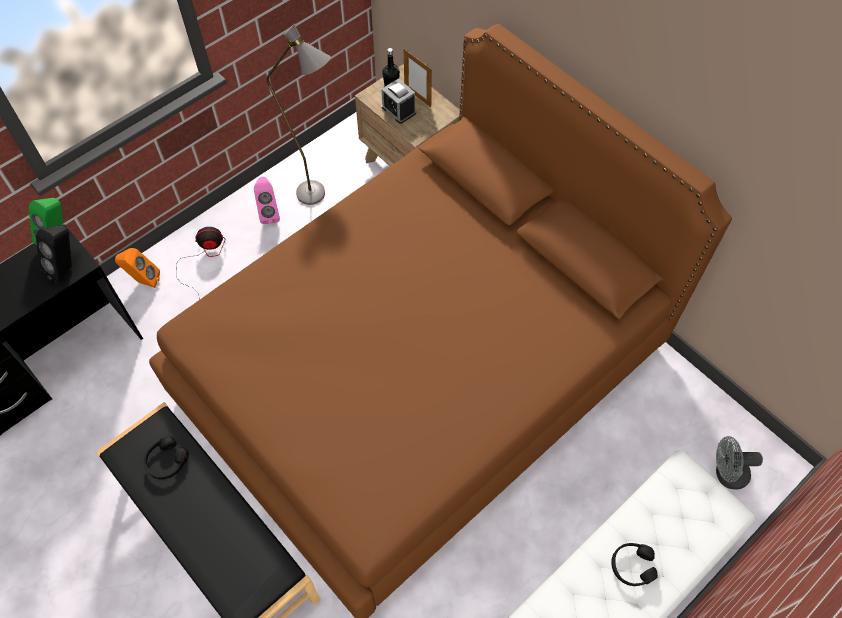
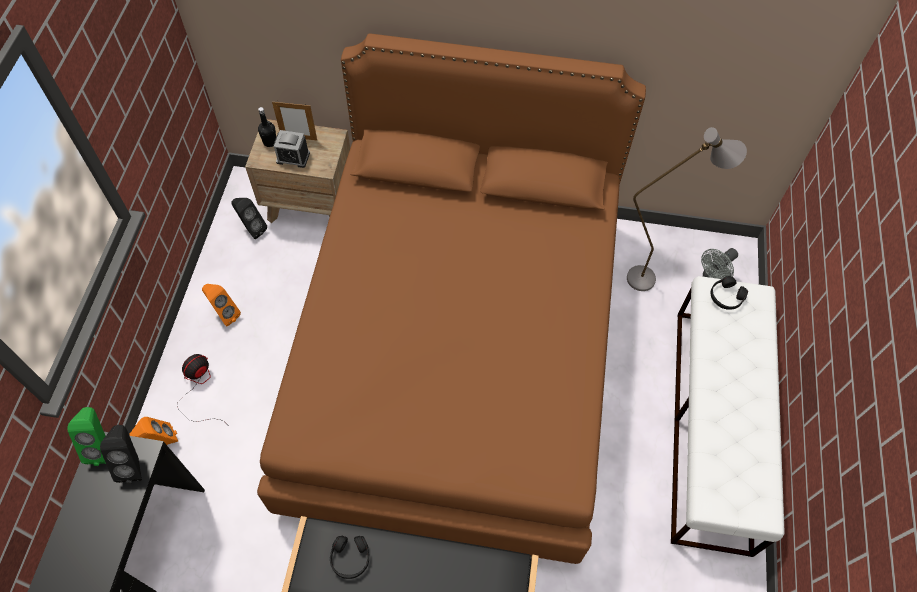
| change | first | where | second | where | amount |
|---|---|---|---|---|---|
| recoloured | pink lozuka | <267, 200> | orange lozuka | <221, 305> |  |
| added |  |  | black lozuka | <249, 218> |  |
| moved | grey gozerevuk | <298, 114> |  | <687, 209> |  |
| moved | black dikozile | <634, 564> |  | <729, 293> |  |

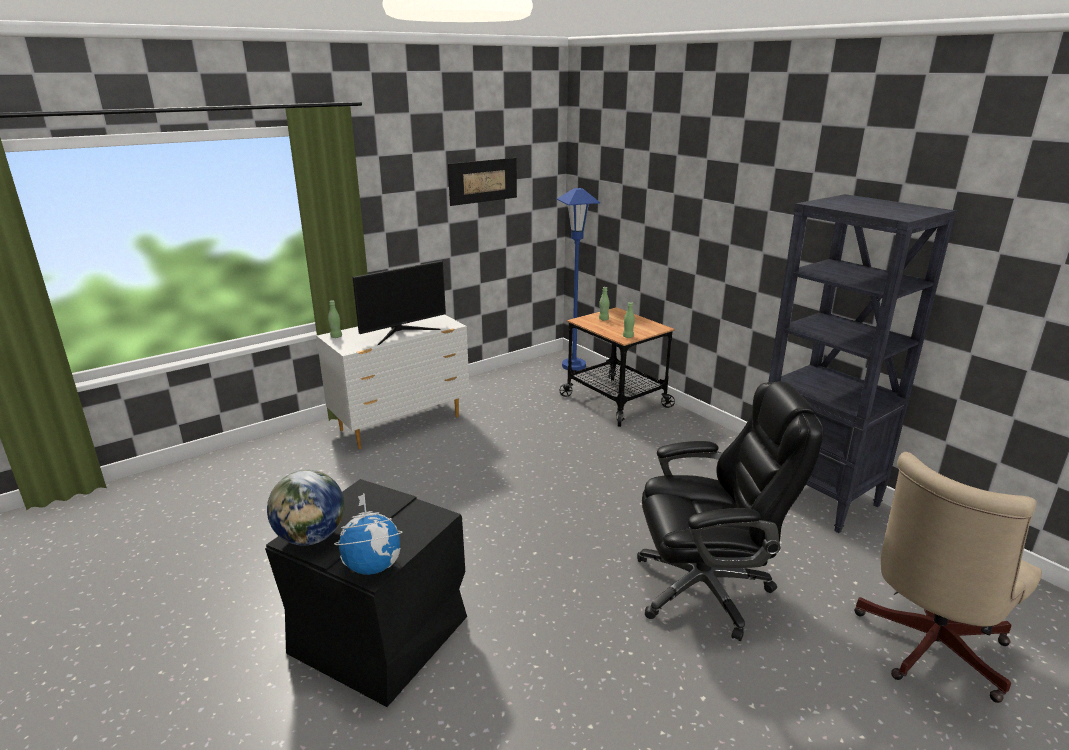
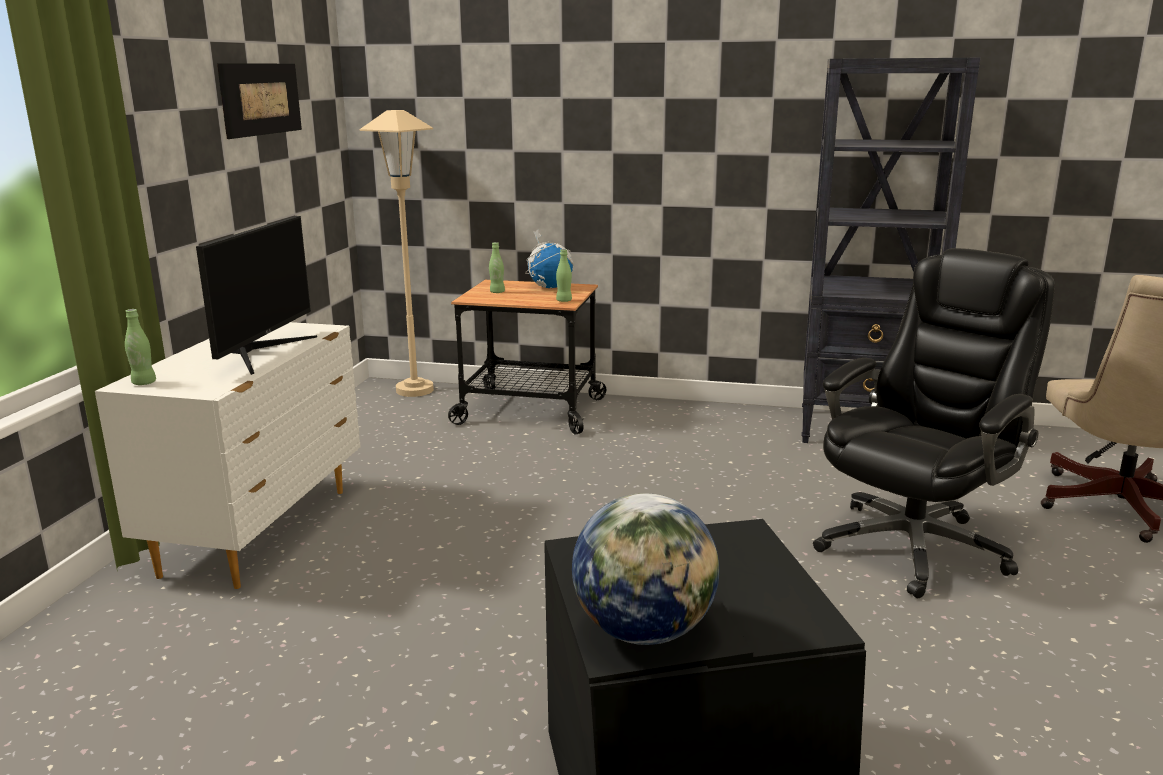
| change | first | where | second | where | amount |
|---|---|---|---|---|---|
| recoloured | blue gozerevuk | <578, 279> | beige gozerevuk | <397, 253> |  |
| moved | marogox | <368, 534> |  | <549, 259> |  |

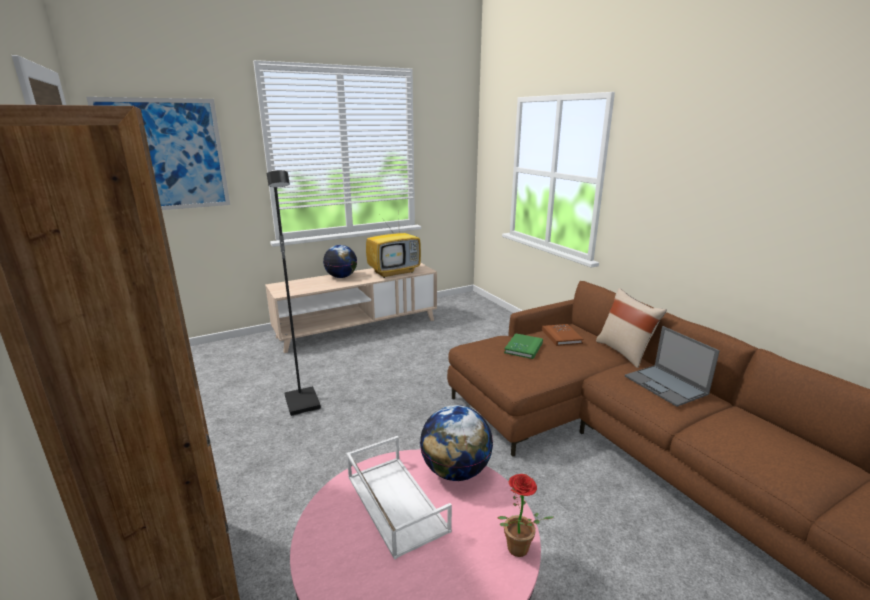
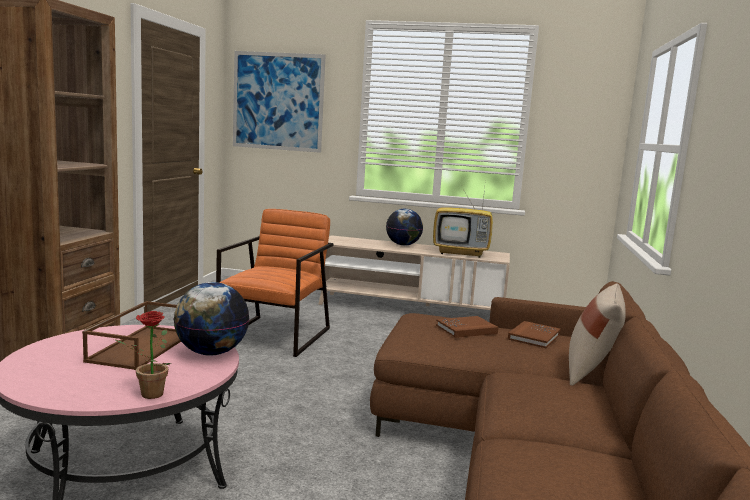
| change | first | where | second | where | amount |
|---|---|---|---|---|---|
| recoloured | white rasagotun | <399, 498> | brown rasagotun | <131, 335> |  |
| replaced | black gozerevuk | <294, 293> | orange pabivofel | <274, 283> |  |
| recoloured | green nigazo | <523, 346> | brown nigazo | <467, 327> |  |
| removed | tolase | <672, 366> |  |  |  |

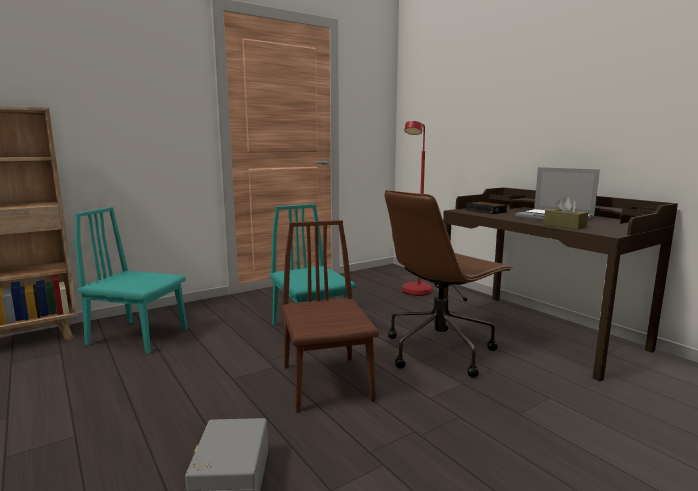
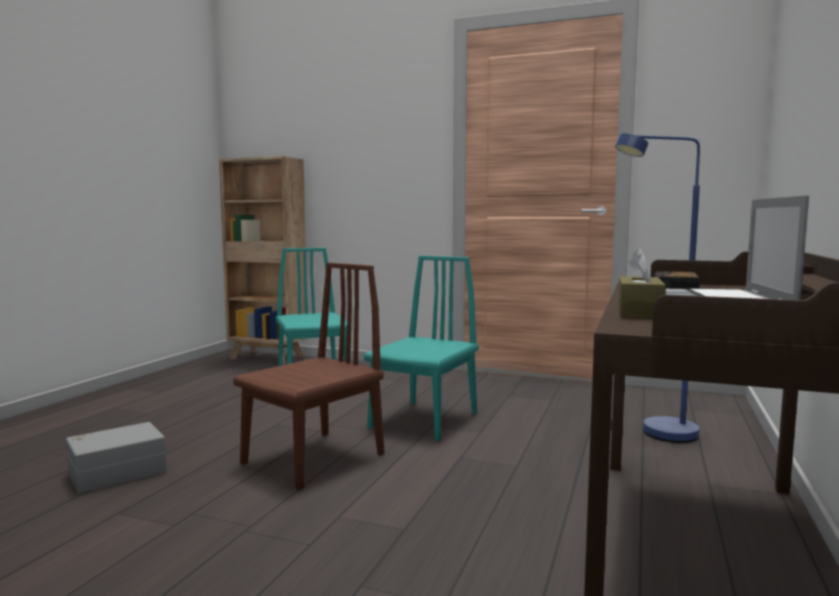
| change | first | where | second | where | amount |
|---|---|---|---|---|---|
| recoloured | red gozerevuk | <417, 208> | blue gozerevuk | <657, 288> |  |
| removed | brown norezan | <449, 284> |  |  |  |

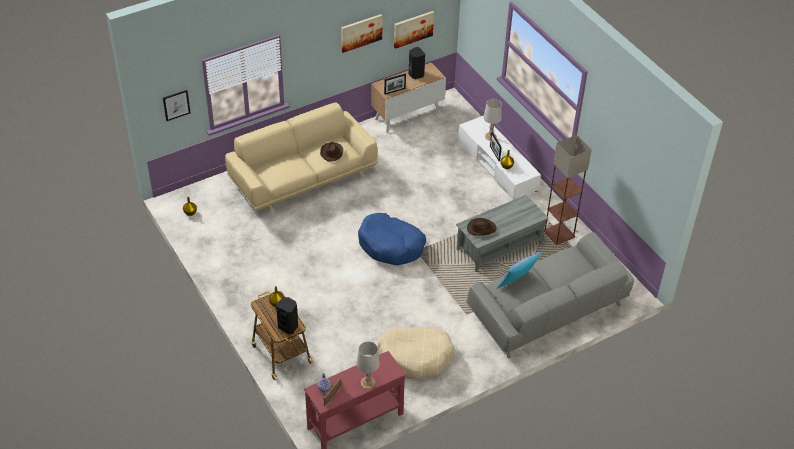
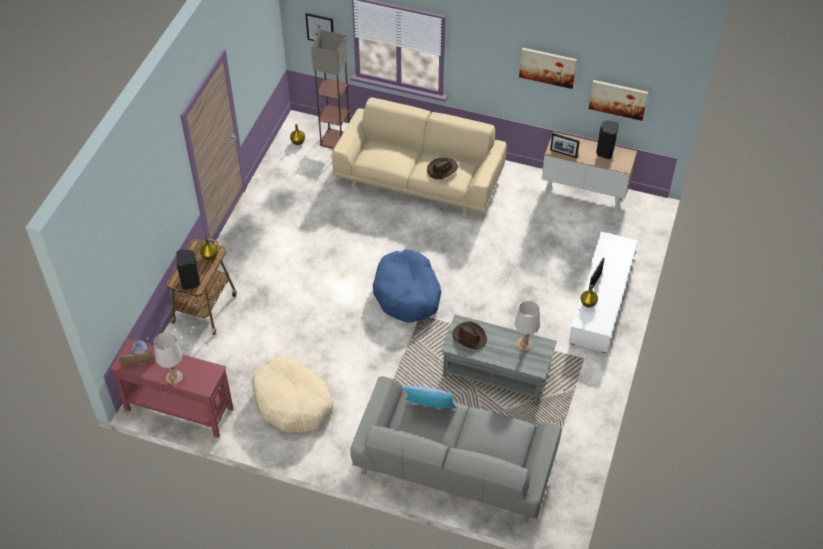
| change | first | where | second | where | amount |
|---|---|---|---|---|---|
| moved | gozerevuk | <568, 190> |  | <330, 89> |  |
| moved | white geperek | <493, 119> |  | <527, 326> |  |

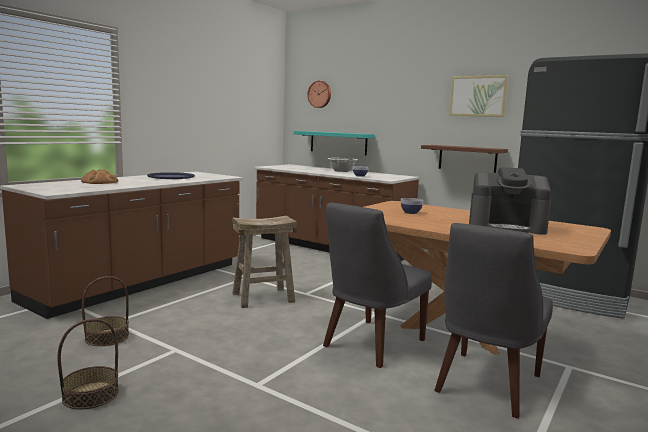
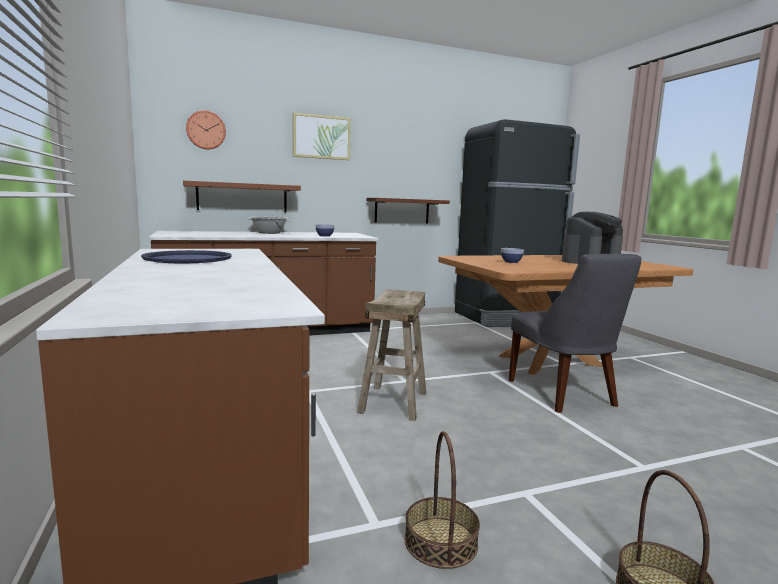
| change | first | where | second | where | amount |
|---|---|---|---|---|---|
| recoloured | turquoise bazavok | <334, 143> | brown bazavok | <242, 196> |  |
| moved | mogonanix | <478, 96> |  | <322, 136> |  |
| removed | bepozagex | <99, 176> |  |  |  |
| removed | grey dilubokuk | <493, 321> |  |  |  |

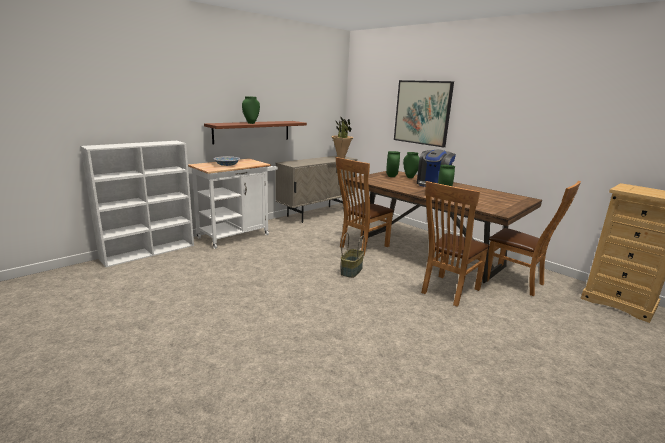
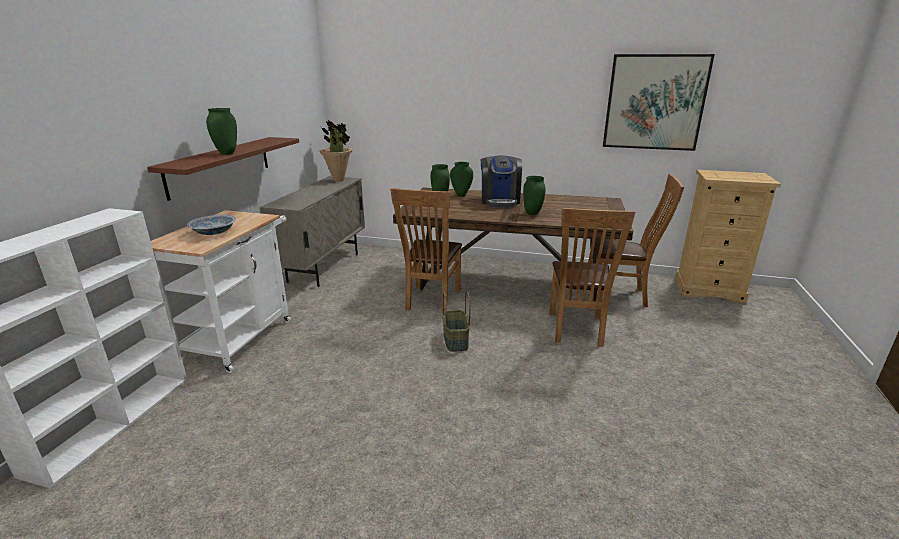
| change | first | where | second | where | amount |
|---|---|---|---|---|---|
| moved | mogonanix | <424, 113> |  | <659, 102> |  |

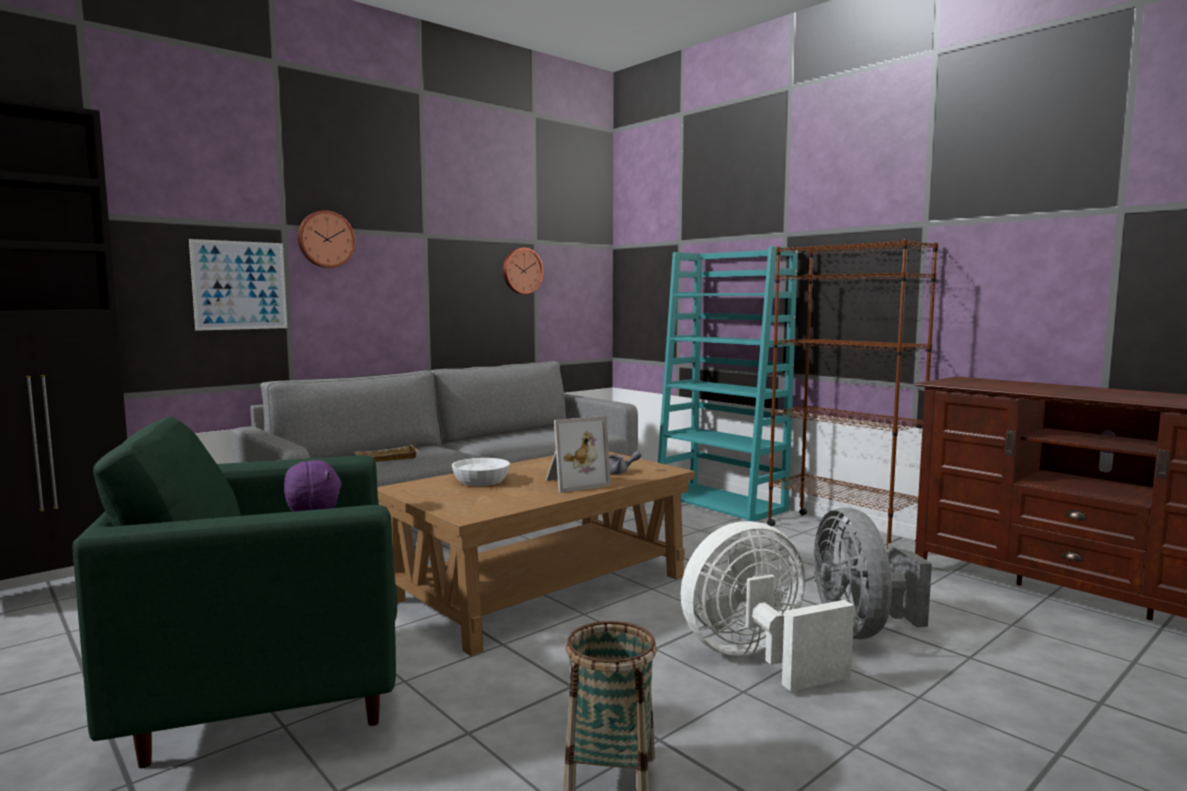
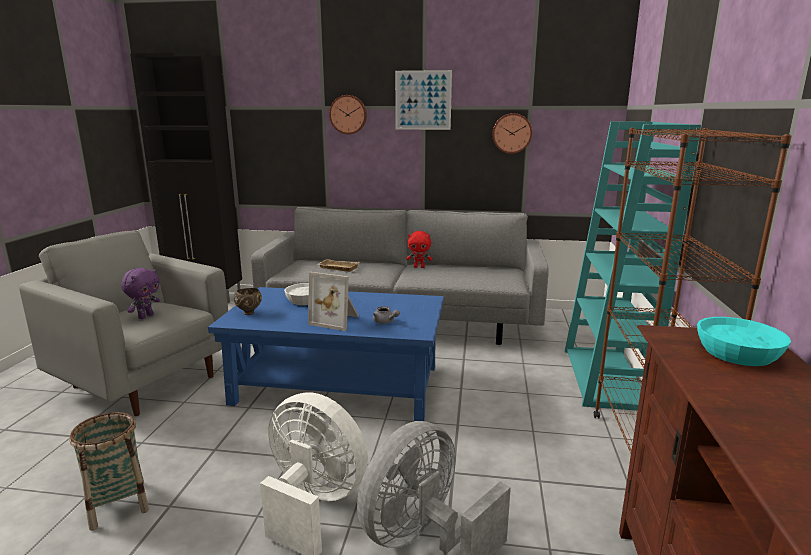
| change | first | where | second | where | amount |
|---|---|---|---|---|---|
| recoloured | green pabivofel | <235, 592> | grey pabivofel | <123, 323> |  |
| recoloured | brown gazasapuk | <536, 554> | blue gazasapuk | <326, 354> |  |
| added |  |  | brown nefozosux | <248, 301> |  |
| moved | mogonanix | <238, 285> |  | <423, 100> |  |
| added |  |  | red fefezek | <419, 249> |  |
| added |  |  | turquoise nefozosux | <744, 341> |  |

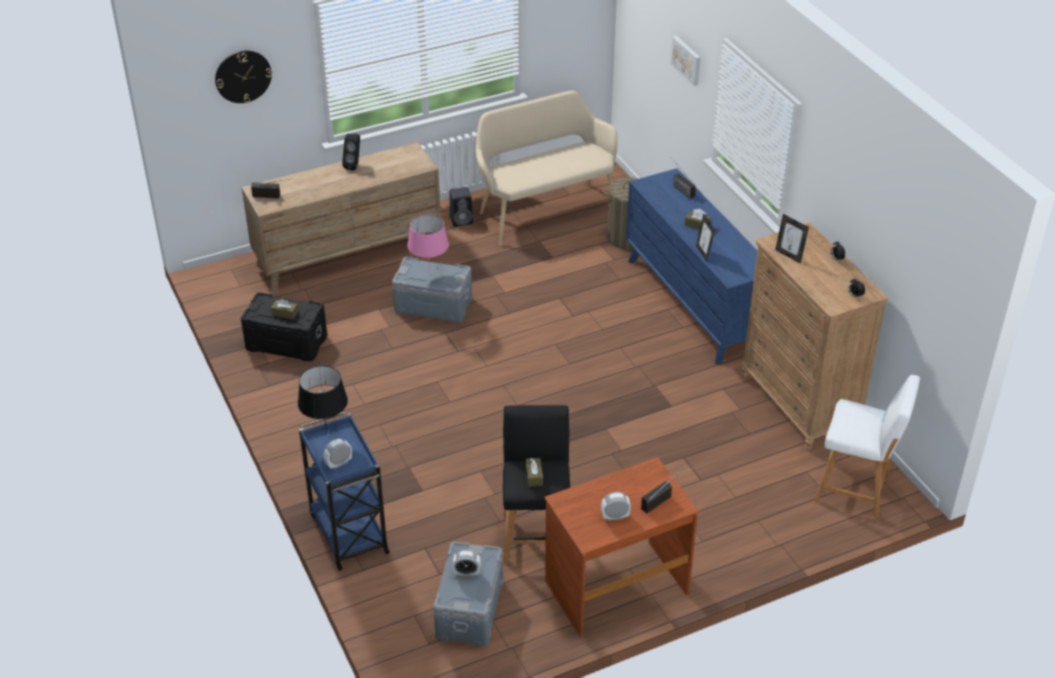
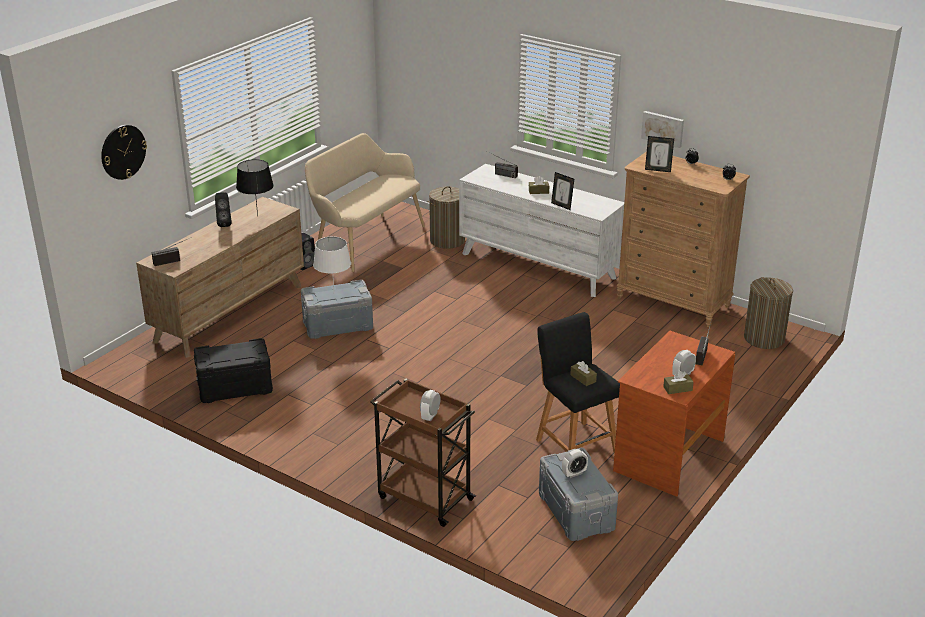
| change | first | where | second | where | amount |
|---|---|---|---|---|---|
| moved | black geperek | <323, 400> |  | <255, 187> |  |
| recoloured | pink geperek | <428, 244> | white geperek | <332, 262> |  |
| recoloured | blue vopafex | <344, 491> | brown vopafex | <423, 453> |  |
| recoloured | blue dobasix | <692, 266> | white dobasix | <541, 230> |  |
| moved | mogonanix | <685, 61> |  | <662, 129> |  |
| moved | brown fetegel | <284, 309> |  | <678, 382> |  |
| replaced | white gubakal | <867, 446> | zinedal | <768, 313> |  |

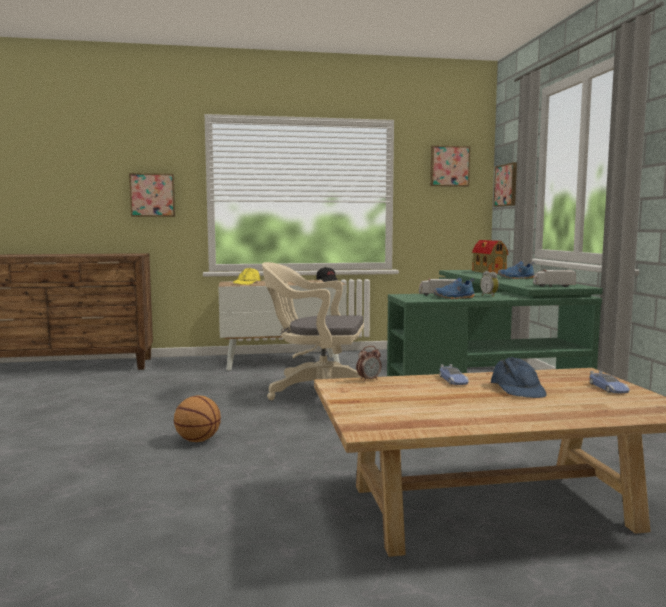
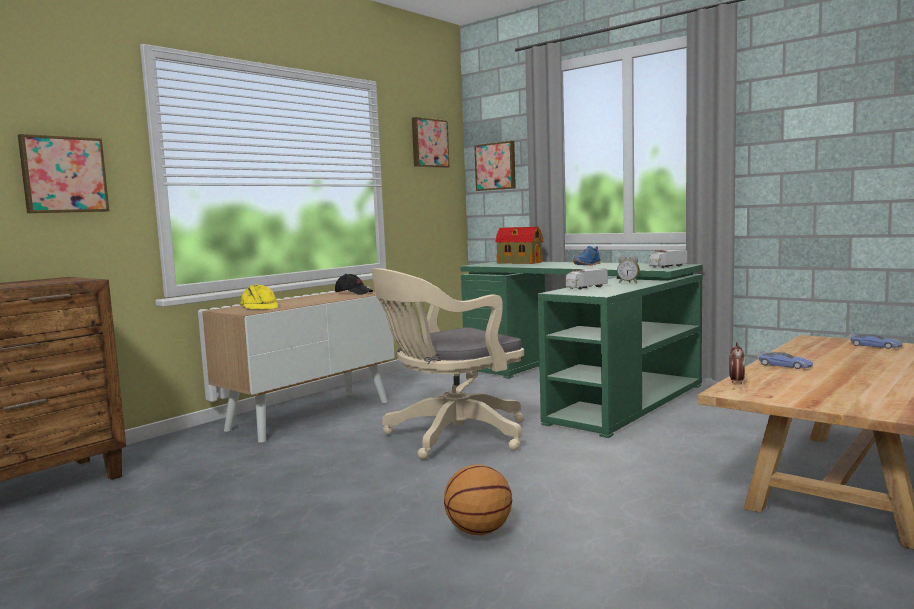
| change | first | where | second | where | amount |
|---|---|---|---|---|---|
| removed | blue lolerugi | <454, 288> |  |  |  |
| removed | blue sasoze | <519, 377> |  |  |  |

